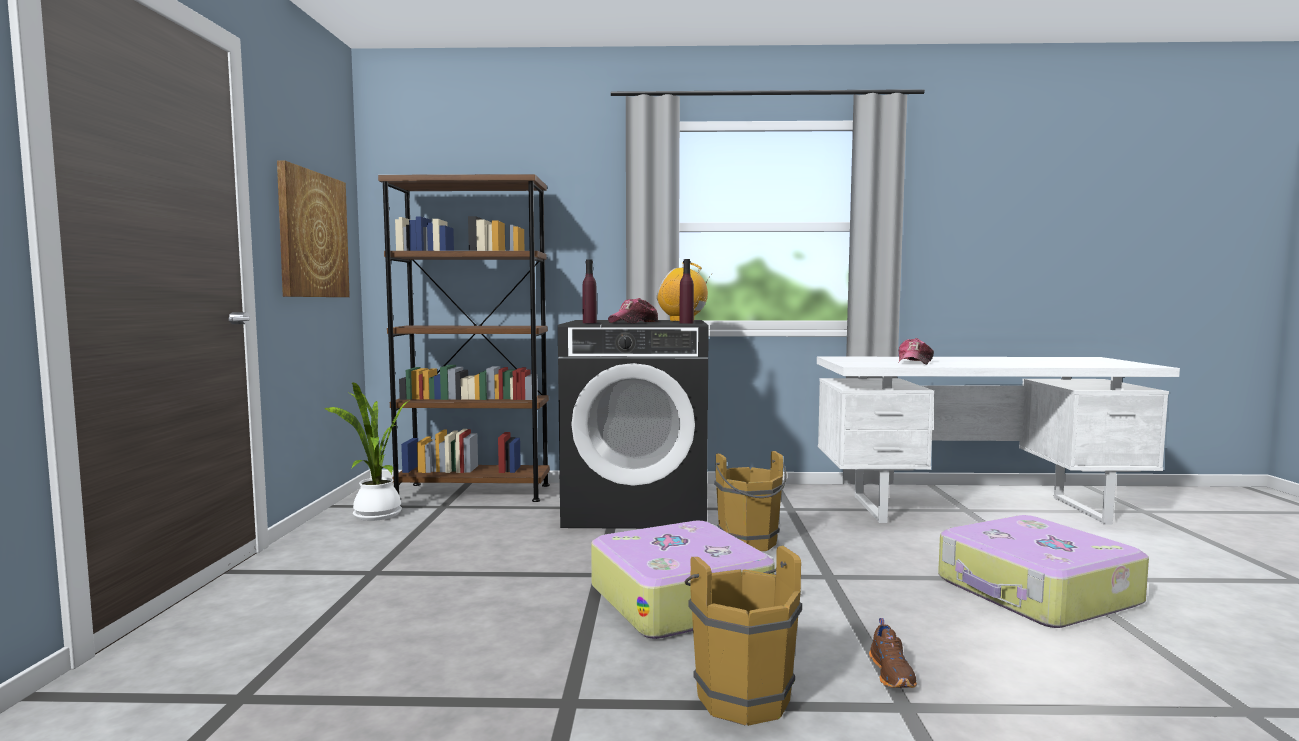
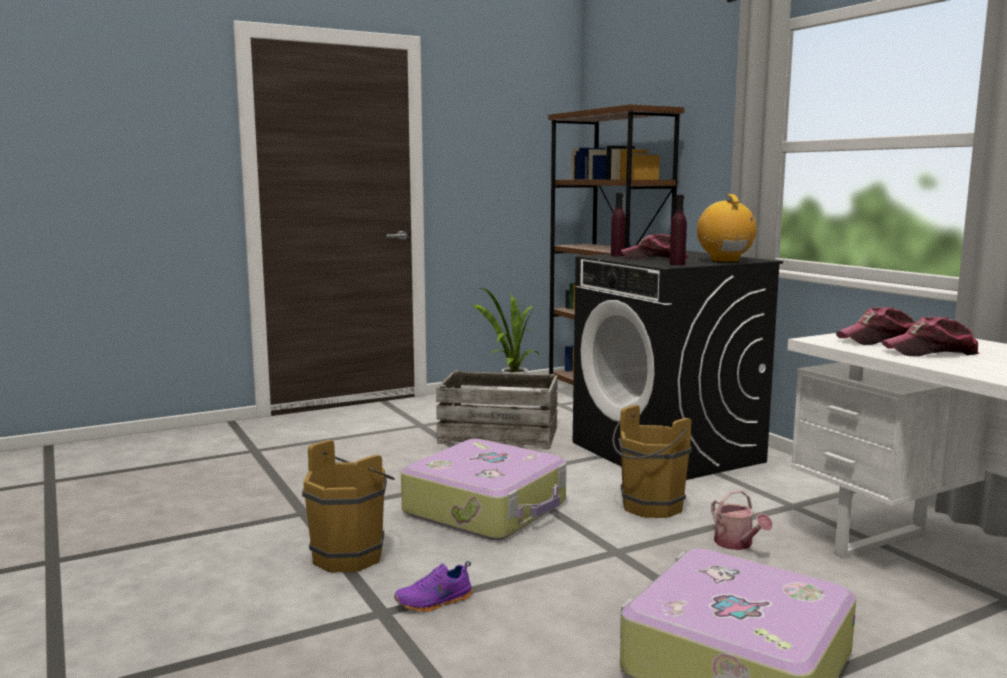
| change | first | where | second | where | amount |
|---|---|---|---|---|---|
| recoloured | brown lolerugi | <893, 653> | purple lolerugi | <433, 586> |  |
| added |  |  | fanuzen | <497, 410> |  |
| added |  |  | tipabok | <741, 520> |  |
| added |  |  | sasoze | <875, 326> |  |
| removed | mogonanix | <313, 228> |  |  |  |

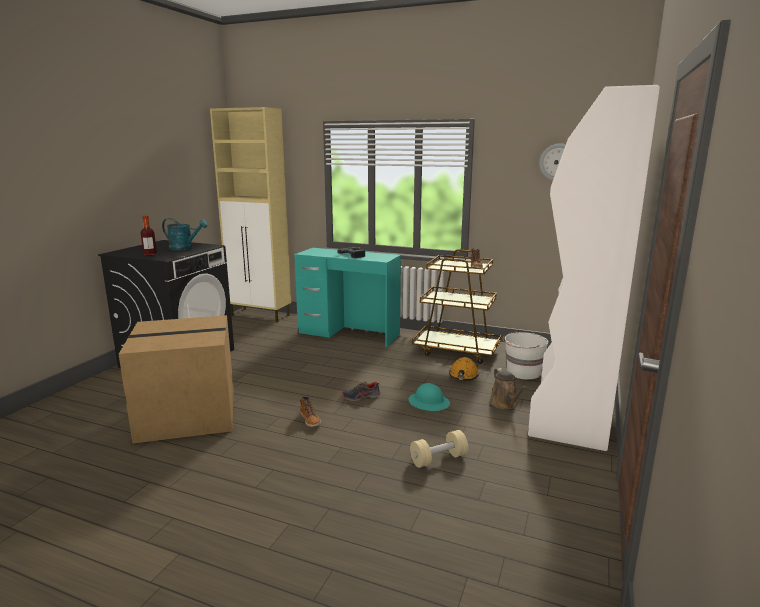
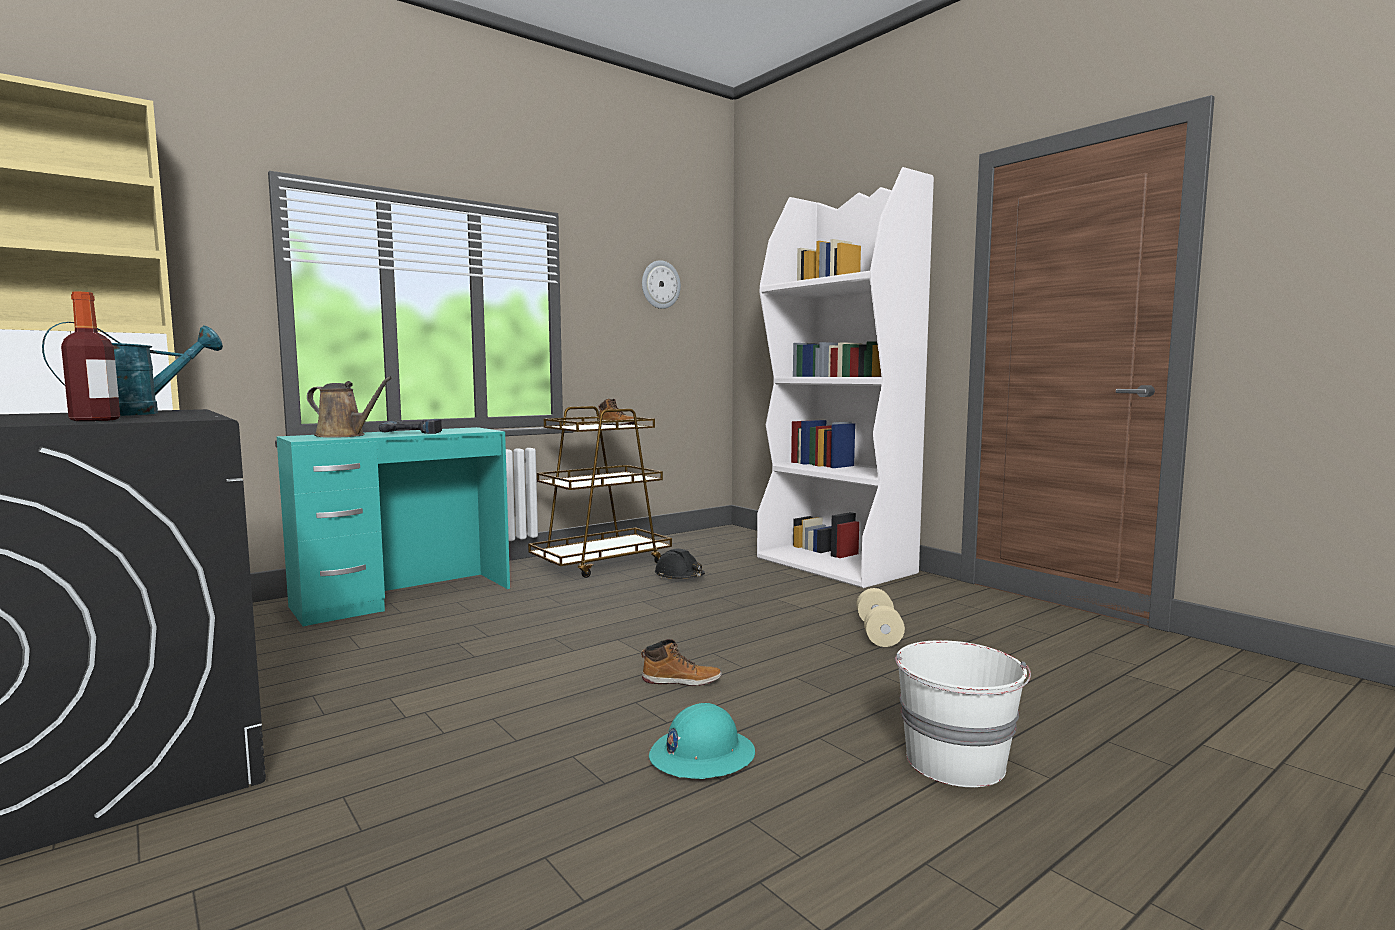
| change | first | where | second | where | amount |
|---|---|---|---|---|---|
| moved | brown tipabok | <508, 388> |  | <349, 407> |  |
| moved | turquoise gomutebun | <429, 397> |  | <702, 741> |  |
| recoloured | orange gomutebun | <464, 368> | black gomutebun | <680, 563> |  |
| moved | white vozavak | <525, 355> |  | <963, 713> |  |
| removed | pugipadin | <176, 379> |  |  |  |
| removed | lolerugi | <361, 391> |  |  |  |

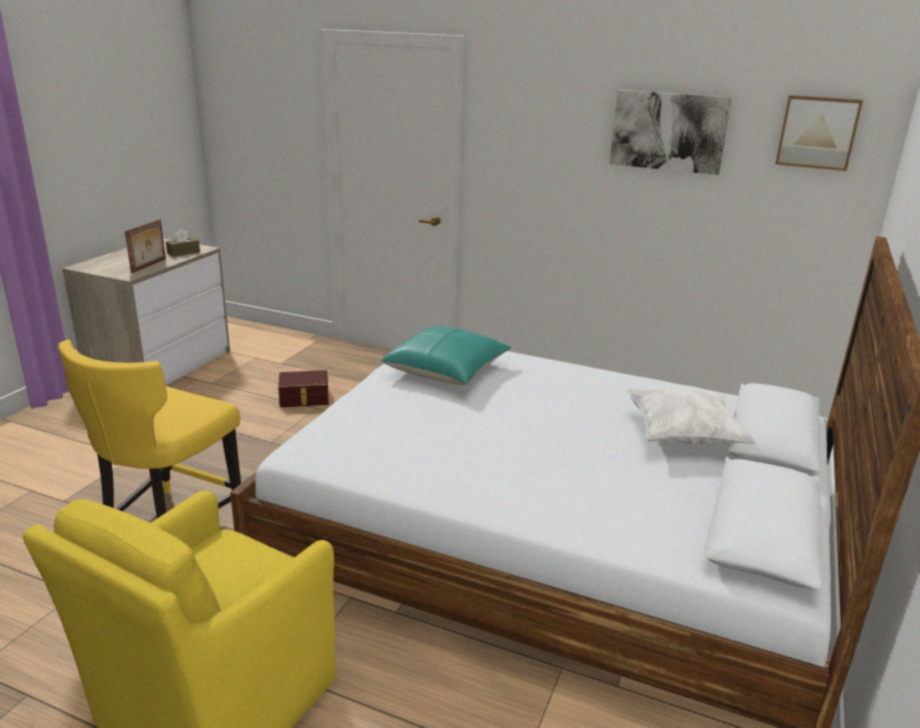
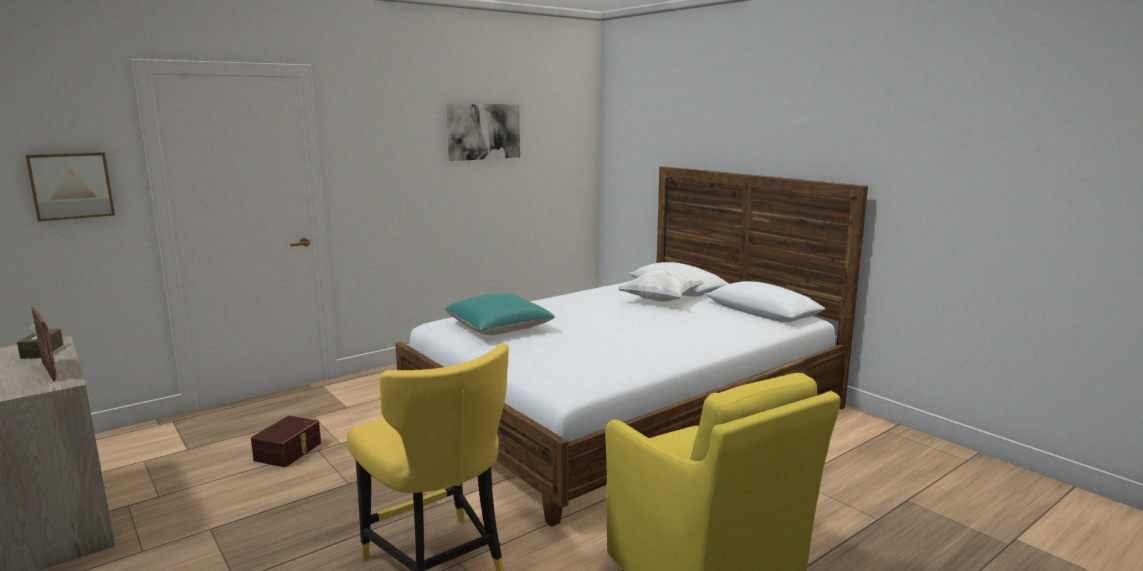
| change | first | where | second | where | amount |
|---|---|---|---|---|---|
| moved | mogonanix | <819, 133> |  | <70, 187> |  |

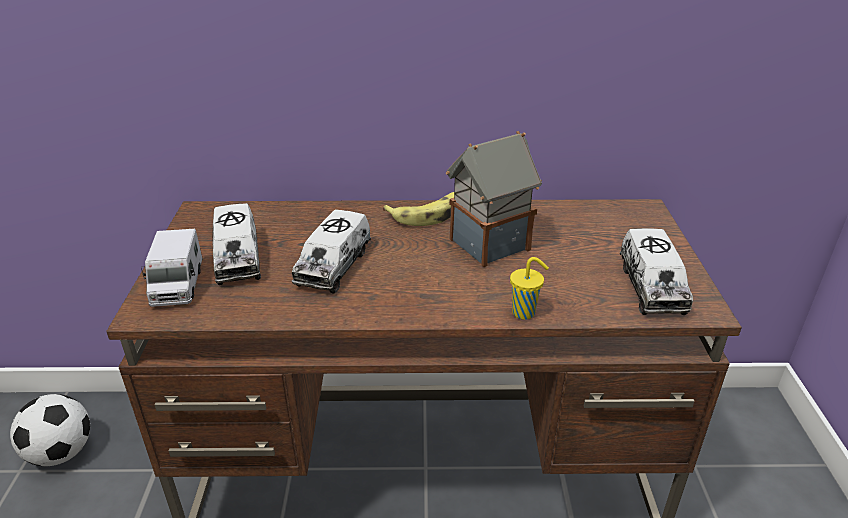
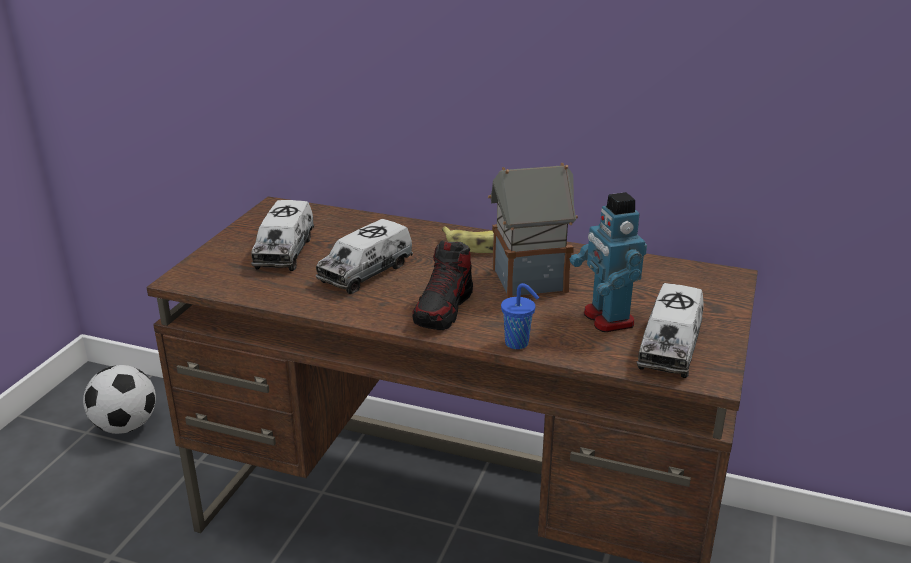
| change | first | where | second | where | amount |
|---|---|---|---|---|---|
| added |  |  | lolerugi | <442, 285> |  |
| recoloured | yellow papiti | <529, 288> | blue papiti | <520, 316> |  |
| added |  |  | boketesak | <608, 262> |  |
| removed | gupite | <172, 268> |  |  |  |

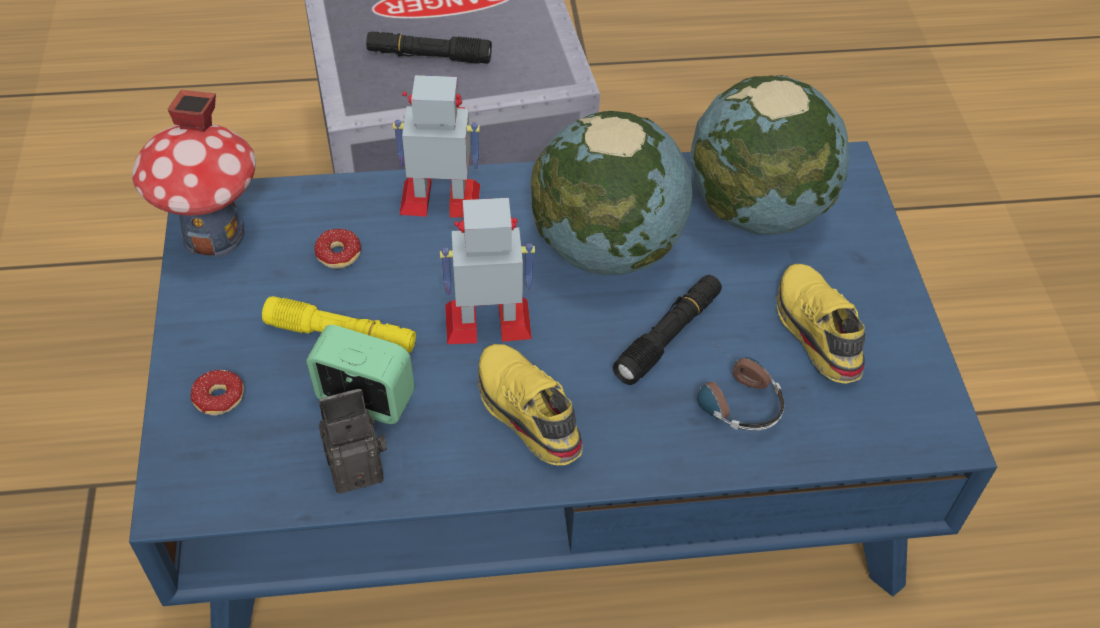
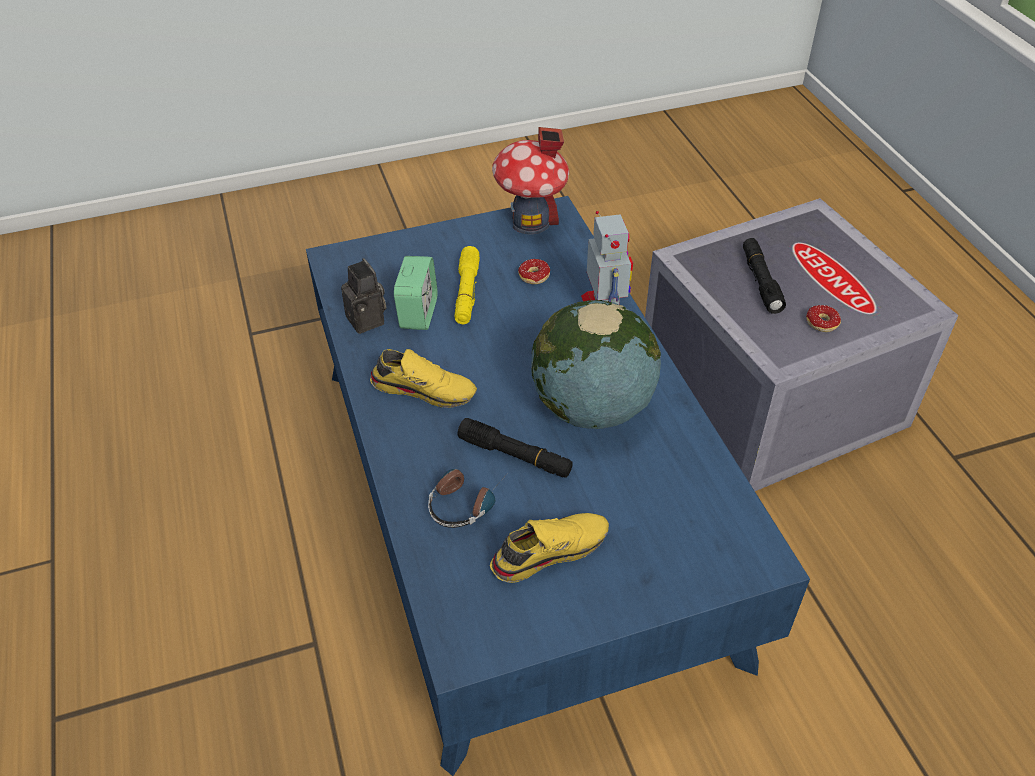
| change | first | where | second | where | amount |
|---|---|---|---|---|---|
| turned | yellow lolerugi | <530, 404> |  | <423, 378> | 60 degrees clockwise |
| moved | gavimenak | <217, 393> |  | <823, 318> |  |
| removed | boketesak | <487, 271> |  |  |  |
| removed | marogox | <770, 155> |  |  |  |

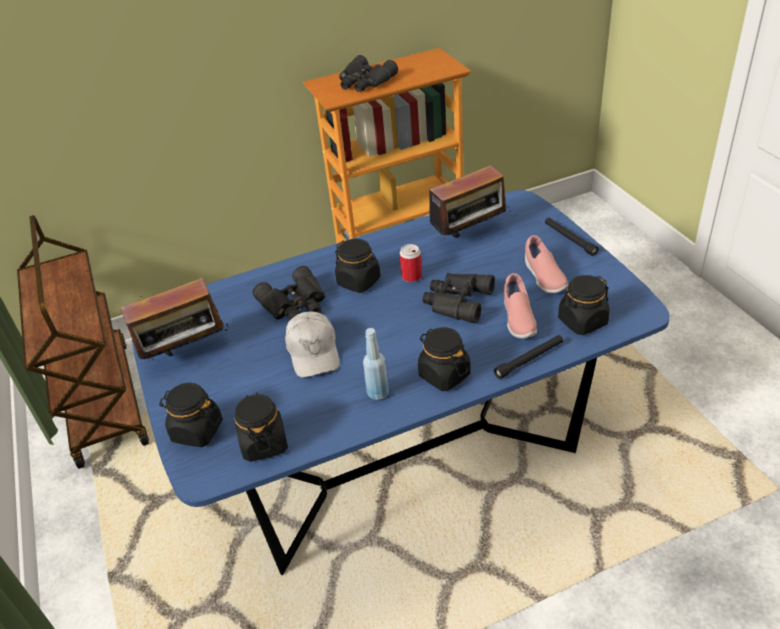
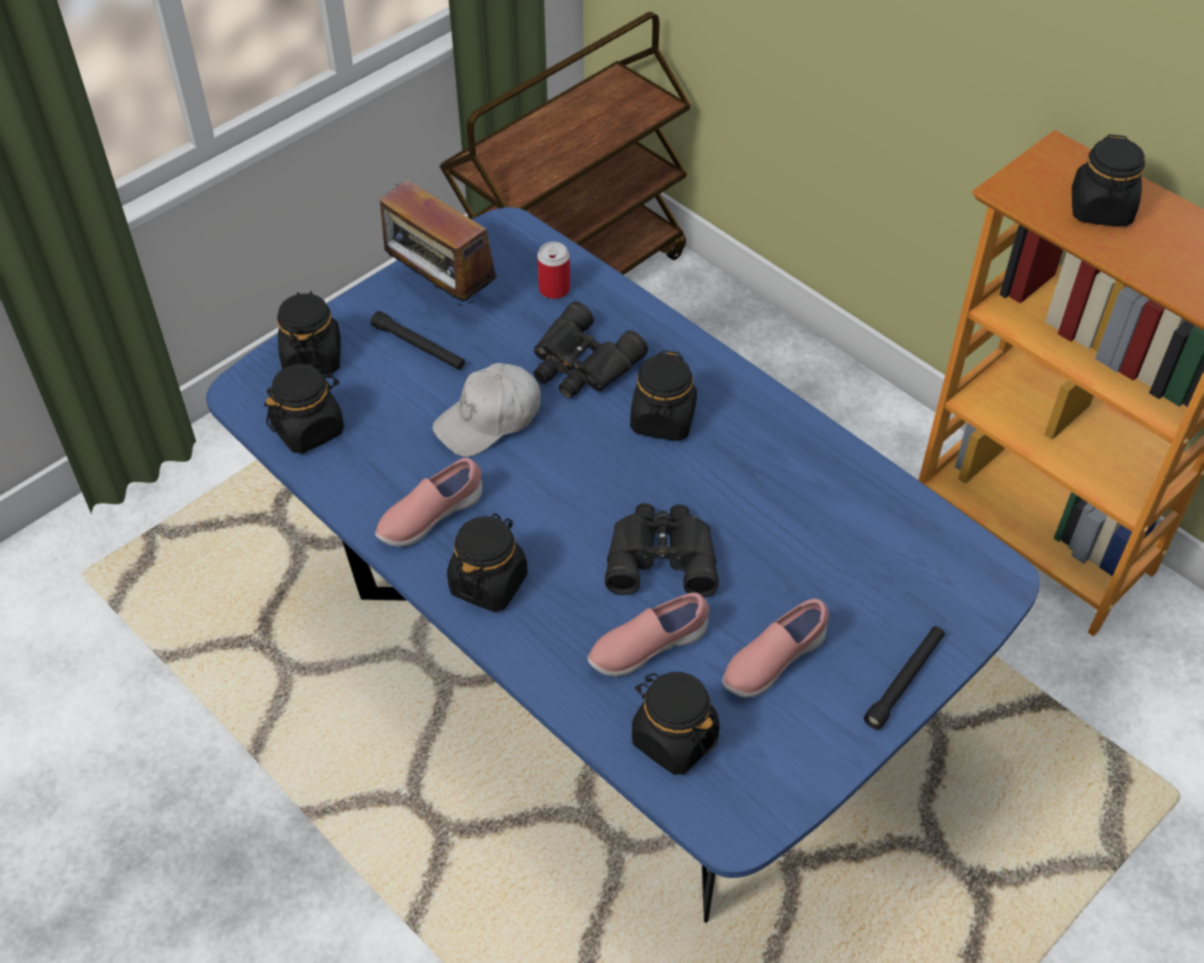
| change | first | where | second | where | amount |
|---|---|---|---|---|---|
| moved | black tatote | <528, 357> |  | <418, 340> |  |
| replaced | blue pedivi | <376, 364> | pink lolerugi | <428, 502> |  |
| moved | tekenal | <411, 263> |  | <553, 270> |  |
| replaced | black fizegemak | <368, 73> | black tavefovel | <1108, 180> |  |
| removed | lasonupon | <465, 203> |  |  |  |

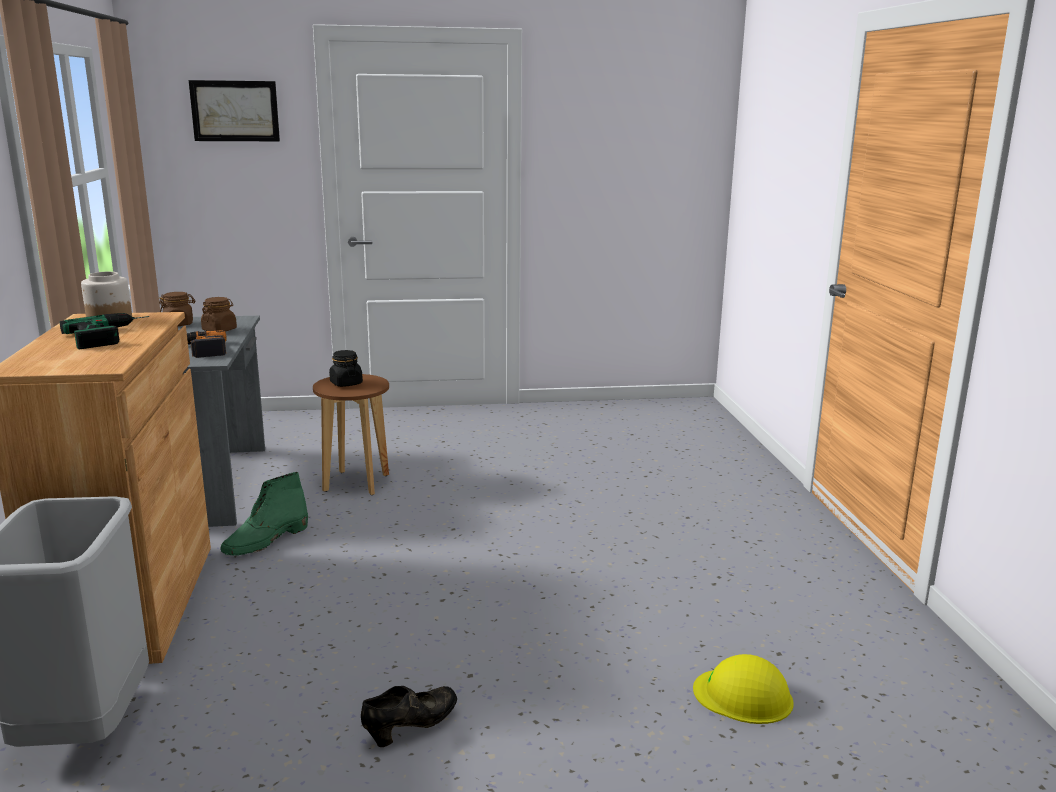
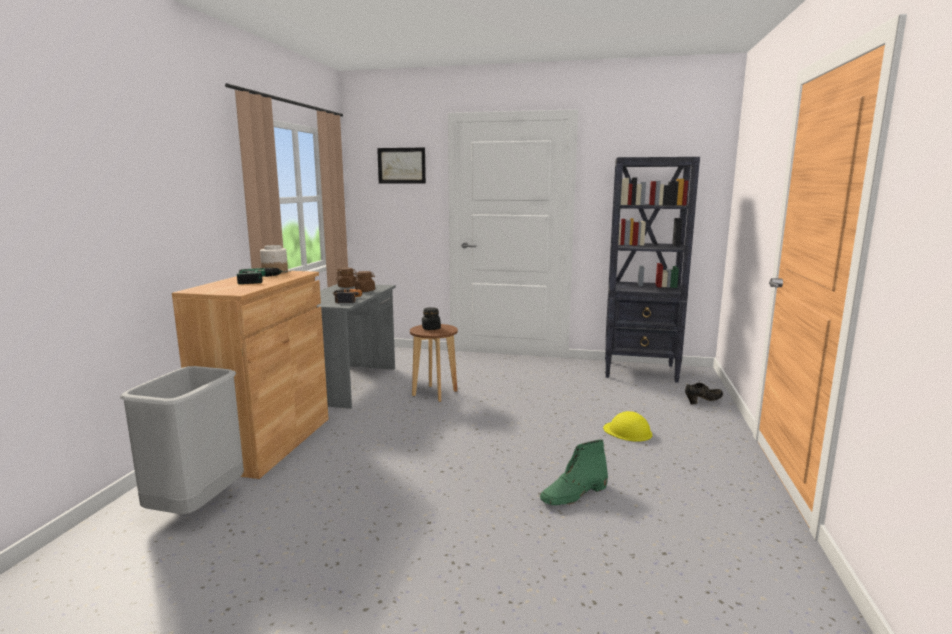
| change | first | where | second | where | amount |
|---|---|---|---|---|---|
| moved | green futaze | <264, 514> |  | <574, 472> |  |
| moved | yellow gomutebun | <743, 689> |  | <627, 426> |  |
| added |  |  | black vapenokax | <652, 270> |  |
| moved | black lolerugi | <409, 716> |  | <704, 393> |  |

